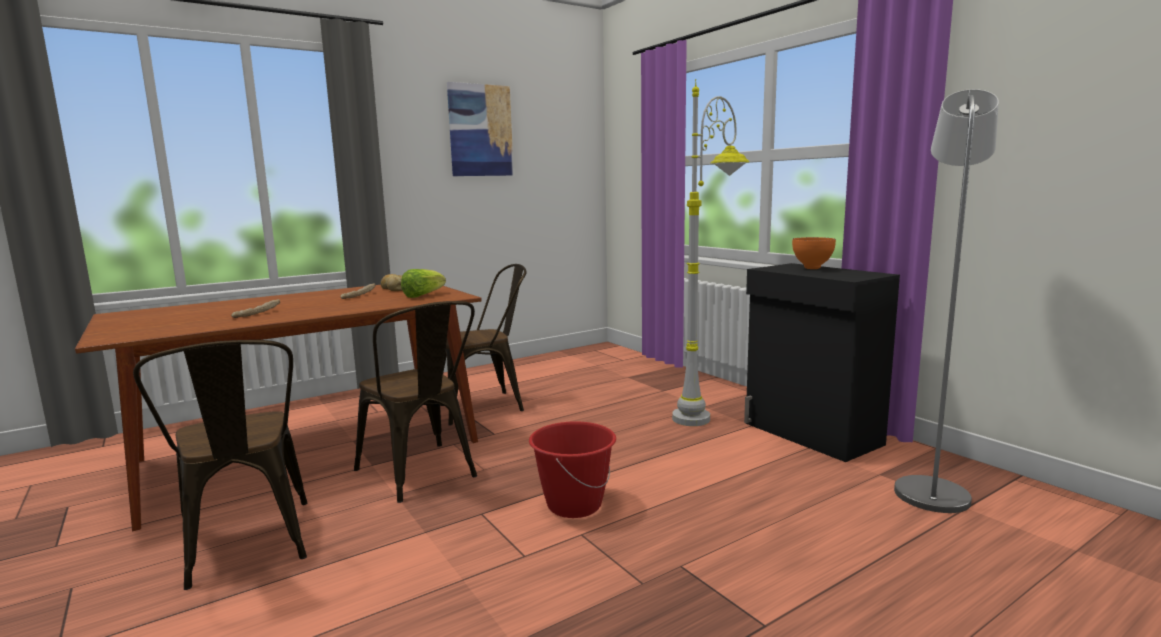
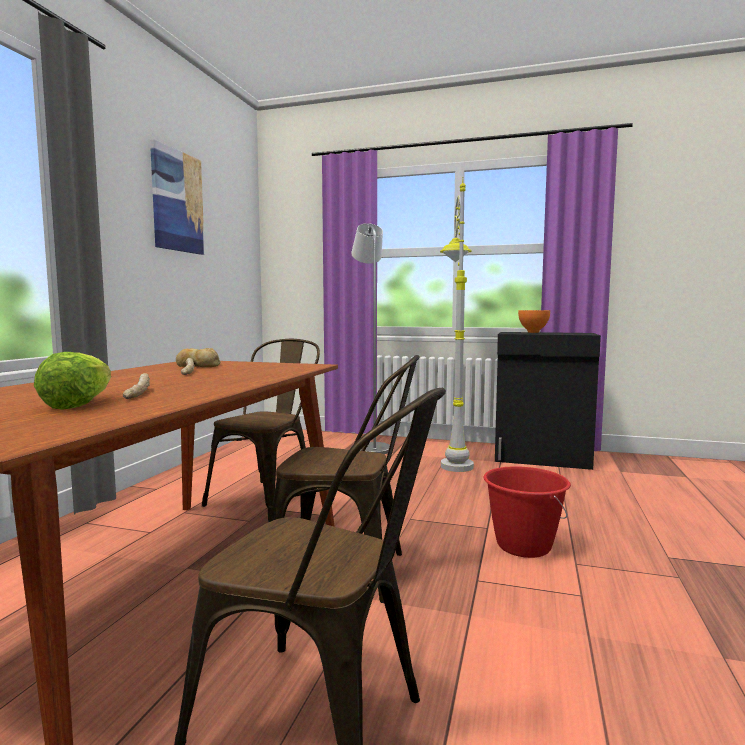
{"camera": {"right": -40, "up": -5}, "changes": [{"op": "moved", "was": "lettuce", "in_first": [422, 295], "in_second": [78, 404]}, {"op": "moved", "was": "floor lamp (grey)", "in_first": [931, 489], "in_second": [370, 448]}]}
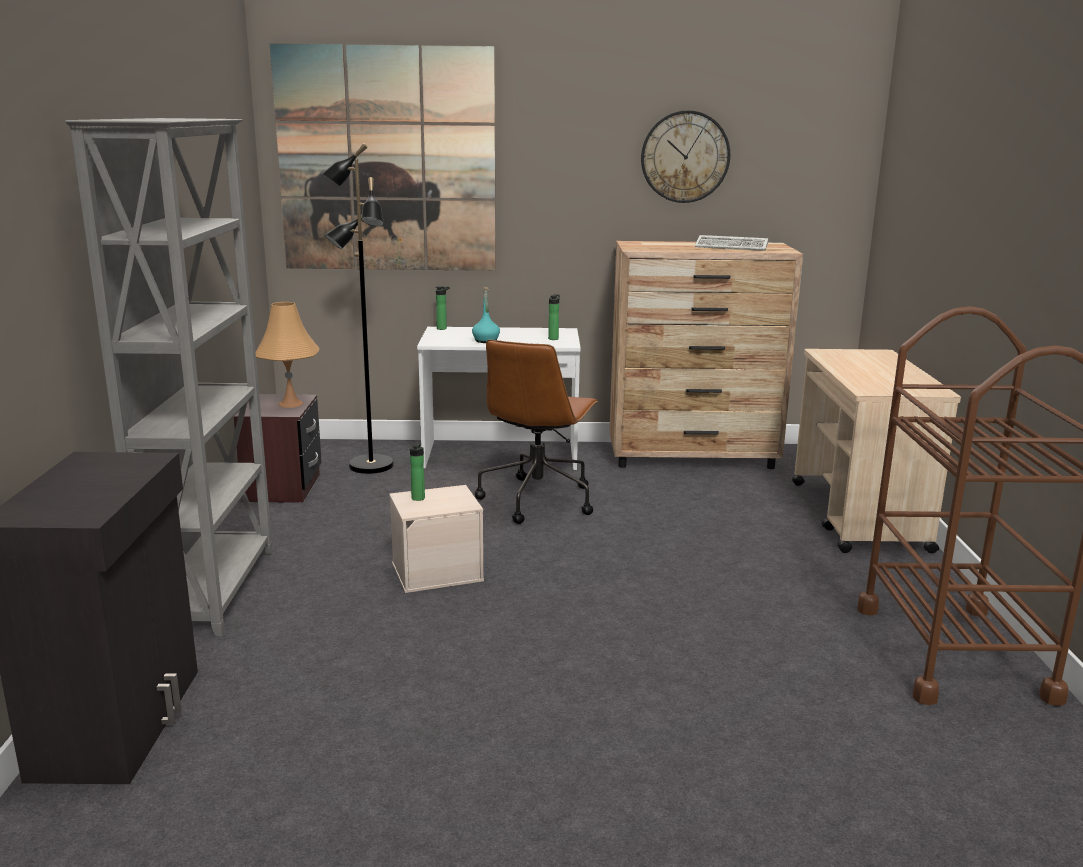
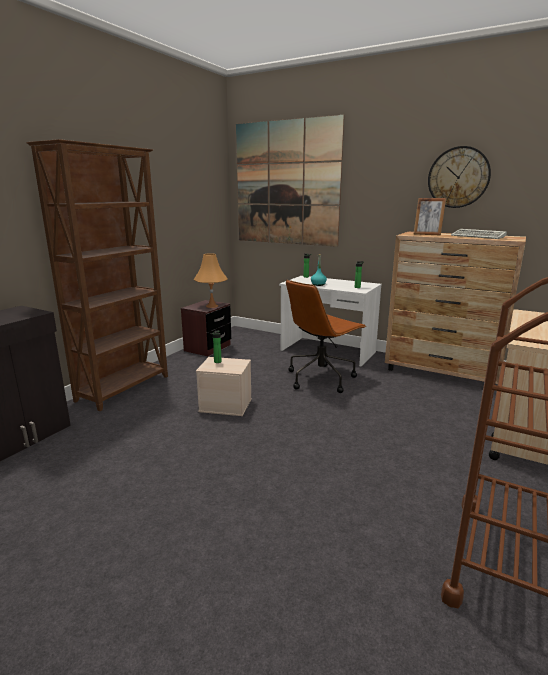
{"camera": {"right": 30, "up": 0}, "changes": [{"op": "recoloured", "was": "bookcase (grey)", "now": "bookcase (brown)", "in_first": [215, 589], "in_second": [125, 388]}, {"op": "added", "now": "picture frame", "in_second": [427, 234]}, {"op": "removed", "was": "floor lamp (black)", "in_first": [369, 466]}]}
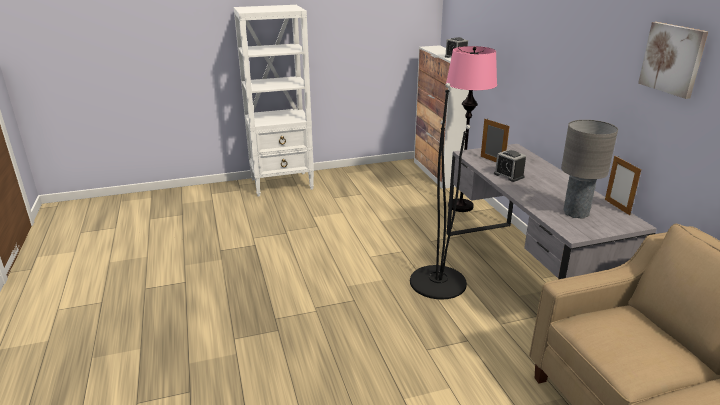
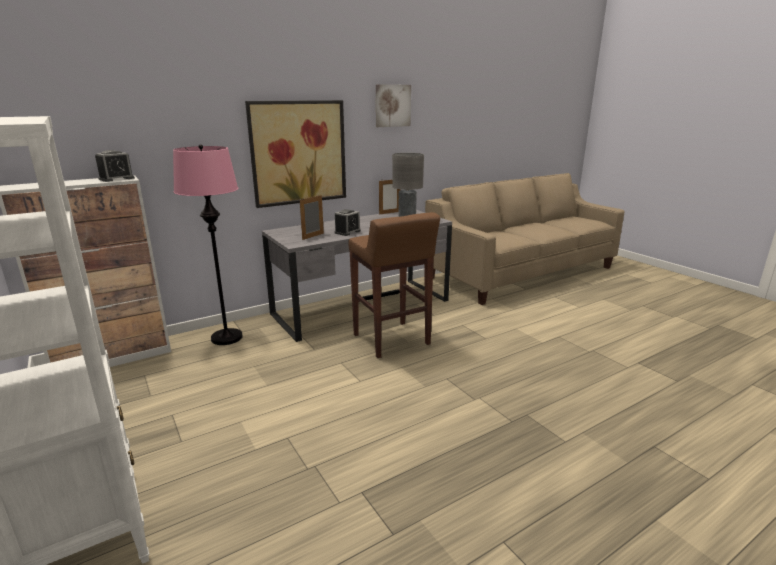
{"camera": {"right": -105, "up": -5}, "changes": [{"op": "added", "now": "picture", "in_second": [298, 153]}, {"op": "replaced", "was": "floor lamp (black)", "now": "stool (brown)", "in_first": [438, 282], "in_second": [391, 340]}]}
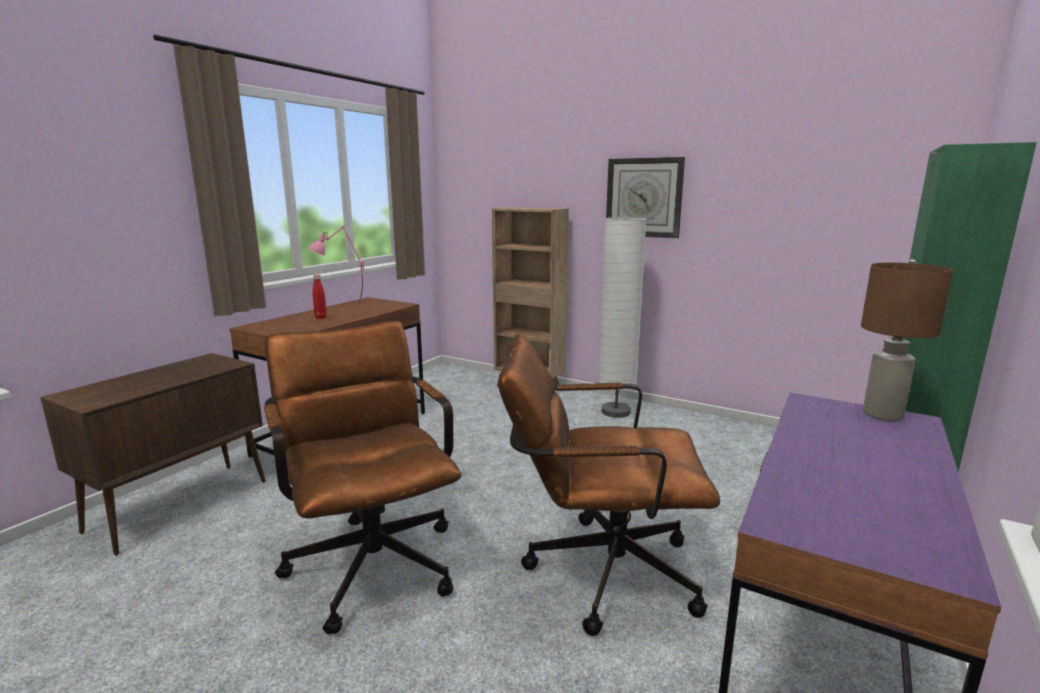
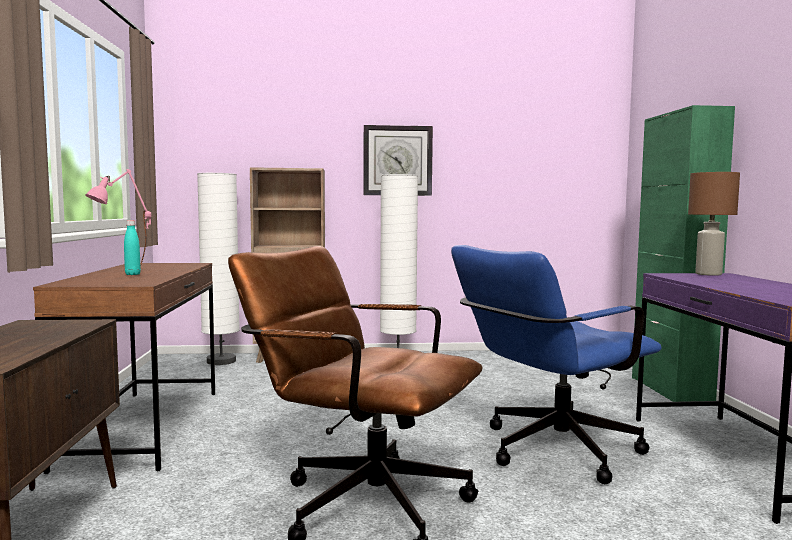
{"camera": {"right": -35, "up": -10}, "changes": [{"op": "recoloured", "was": "bottle (red)", "now": "bottle (turquoise)", "in_first": [321, 317], "in_second": [132, 274]}, {"op": "added", "now": "floor lamp (white)", "in_second": [221, 361]}, {"op": "recoloured", "was": "office chair (brown)", "now": "office chair (blue)", "in_first": [597, 571], "in_second": [548, 452]}]}
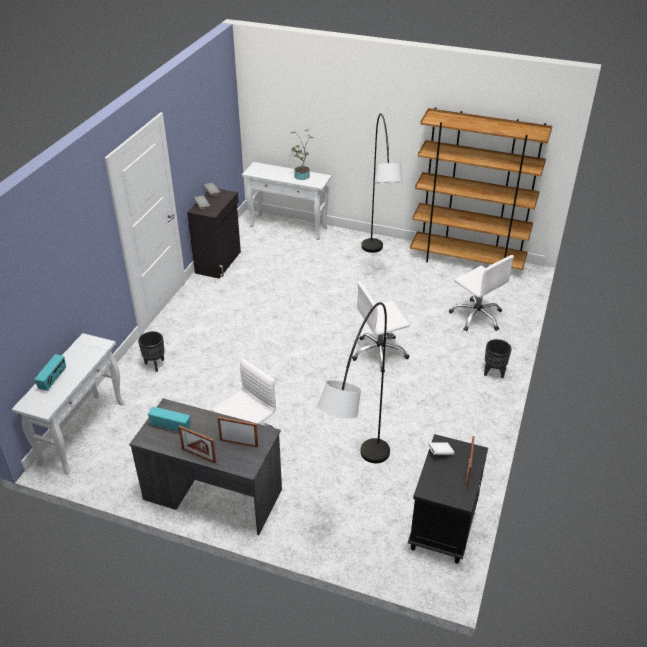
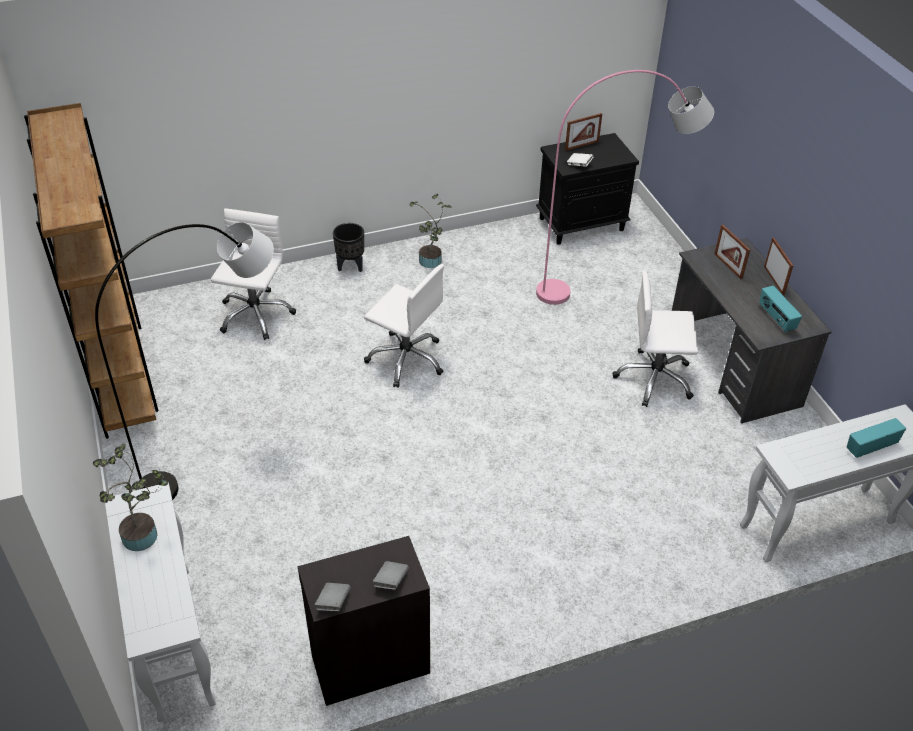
{"camera": {"right": -130, "up": 5}, "changes": [{"op": "added", "now": "potted plant", "in_second": [430, 262]}, {"op": "recoloured", "was": "floor lamp (grey)", "now": "floor lamp (pink)", "in_first": [355, 493], "in_second": [612, 282]}, {"op": "removed", "was": "planter (black)", "in_first": [155, 364]}]}
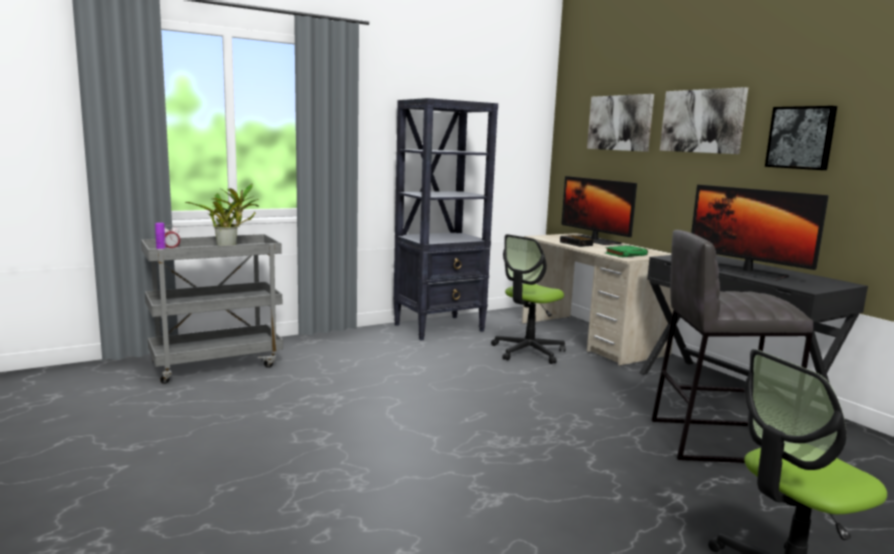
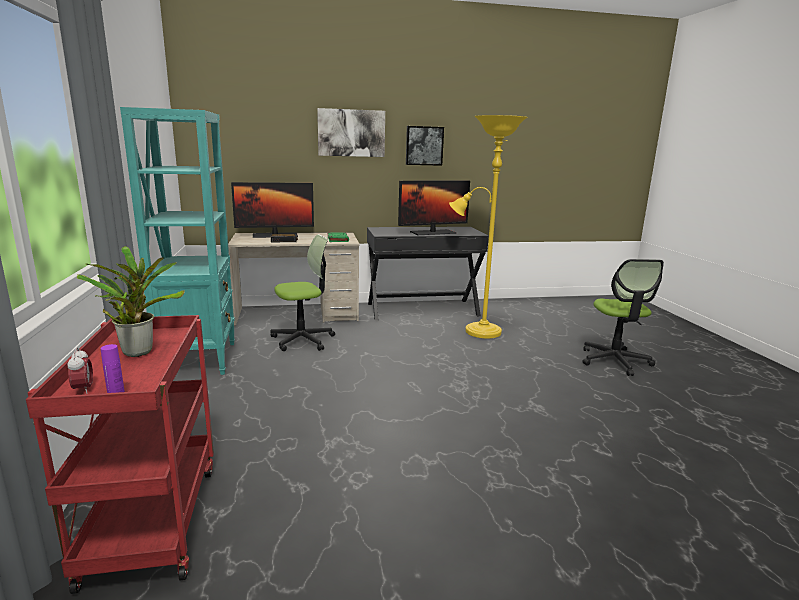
{"camera": {"right": -70, "up": 5}, "changes": [{"op": "recoloured", "was": "cart (grey)", "now": "cart (red)", "in_first": [217, 364], "in_second": [152, 520]}, {"op": "recoloured", "was": "bookcase (black)", "now": "bookcase (turquoise)", "in_first": [440, 328], "in_second": [199, 359]}, {"op": "turned", "was": "office chair", "in_first": [528, 352], "in_second": [303, 340], "clockwise": -90}, {"op": "replaced", "was": "stool (grey)", "now": "floor lamp (yellow)", "in_first": [714, 440], "in_second": [478, 331]}, {"op": "removed", "was": "picture", "in_first": [620, 123]}]}
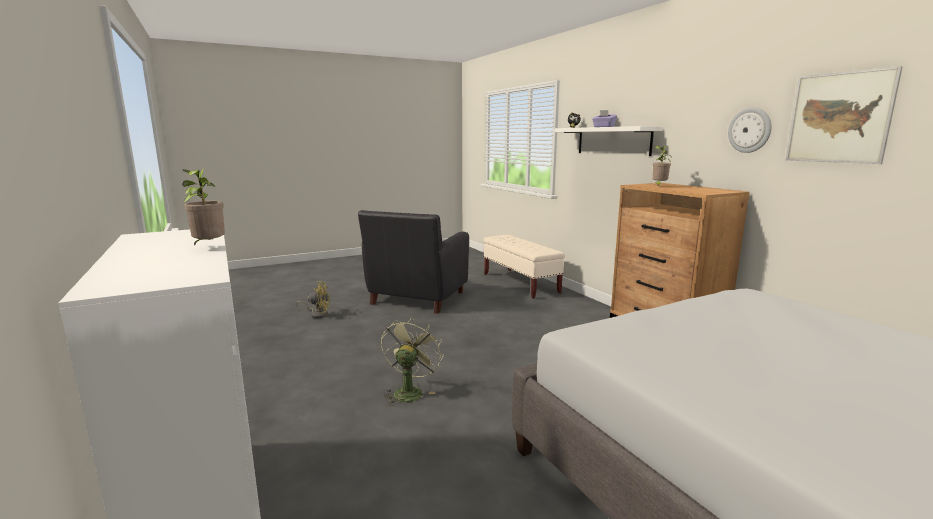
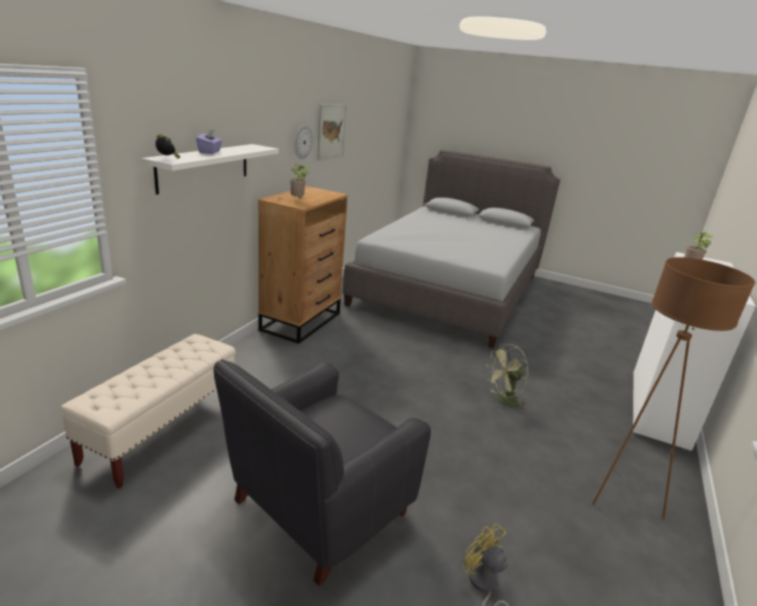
{"camera": {"right": -130, "up": 10}, "changes": [{"op": "turned", "was": "armchair (black)", "in_first": [417, 298], "in_second": [317, 508], "clockwise": 150}, {"op": "added", "now": "floor lamp (brown)", "in_second": [622, 495]}]}
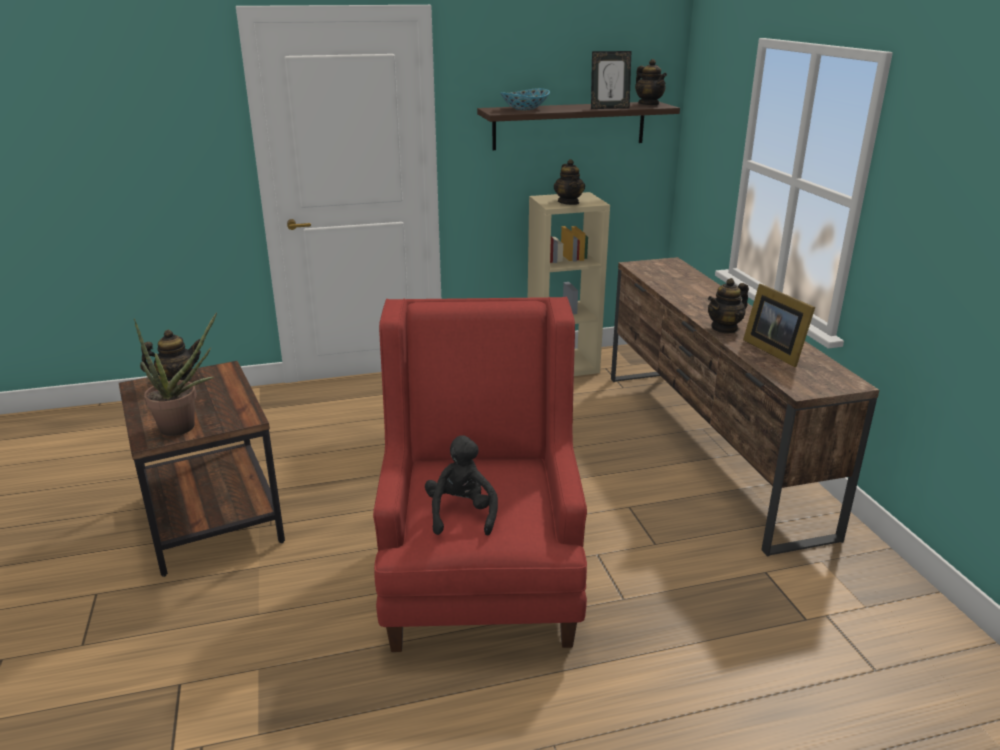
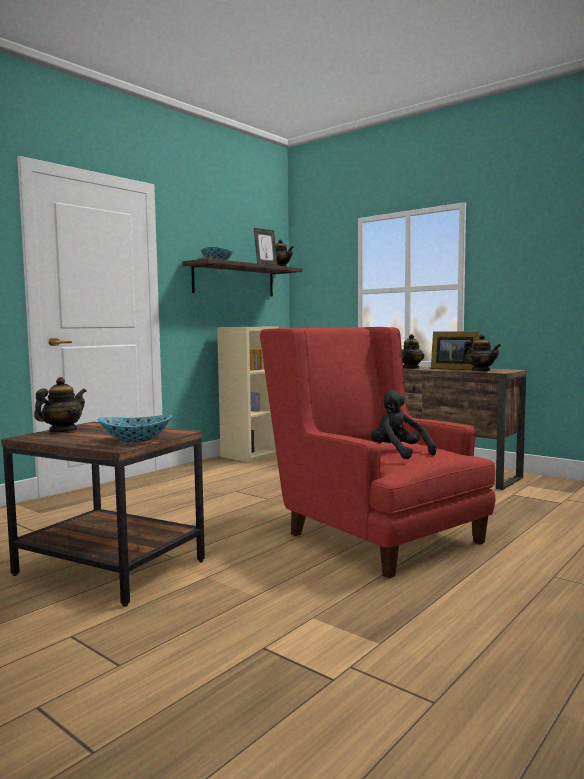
{"camera": {"right": -35, "up": -20}, "changes": [{"op": "replaced", "was": "potted plant", "now": "bowl", "in_first": [185, 428], "in_second": [136, 440]}, {"op": "moved", "was": "teapot", "in_first": [569, 202], "in_second": [481, 371]}]}
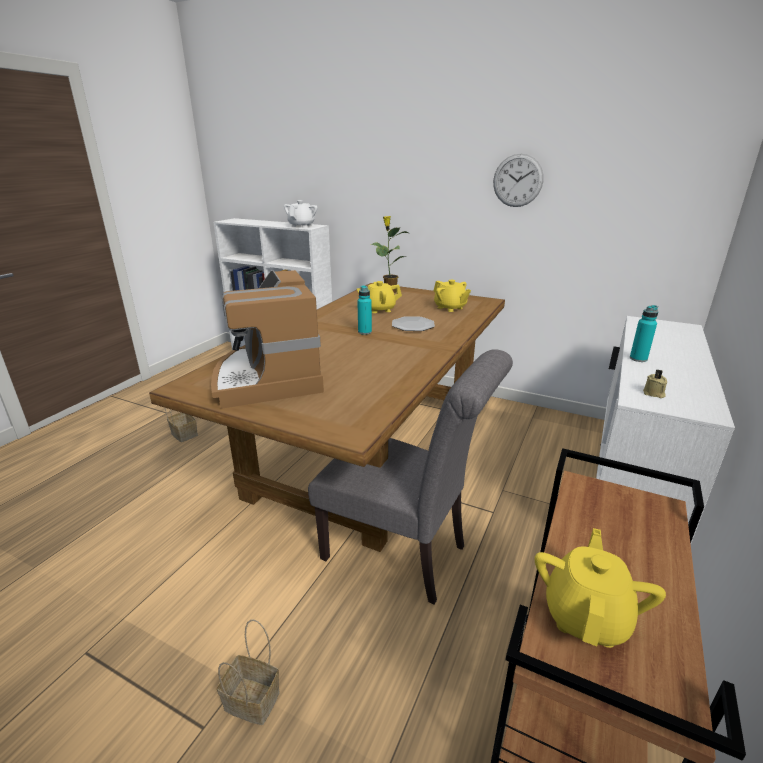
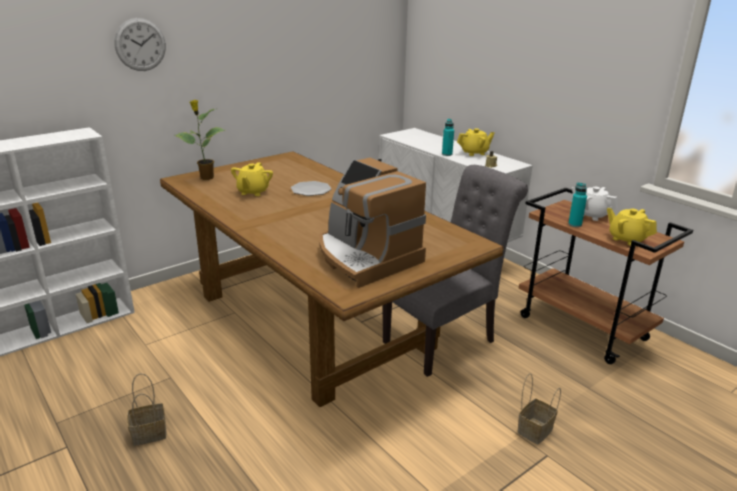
{"camera": {"right": -65, "up": 0}, "changes": [{"op": "moved", "was": "wall clock", "in_first": [517, 180], "in_second": [140, 44]}, {"op": "turned", "was": "coffee machine", "in_first": [268, 378], "in_second": [365, 257], "clockwise": 45}, {"op": "moved", "was": "teapot (yellow)", "in_first": [450, 308], "in_second": [474, 153]}, {"op": "moved", "was": "bottle (turquoise)", "in_first": [364, 332], "in_second": [575, 224]}, {"op": "moved", "was": "teapot (white)", "in_first": [301, 225], "in_second": [591, 215]}]}
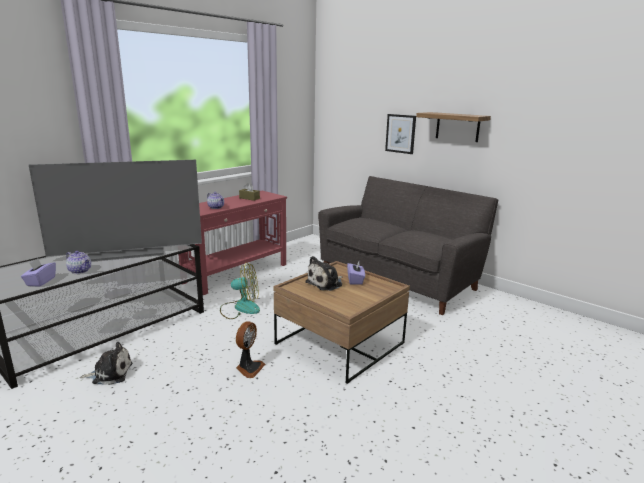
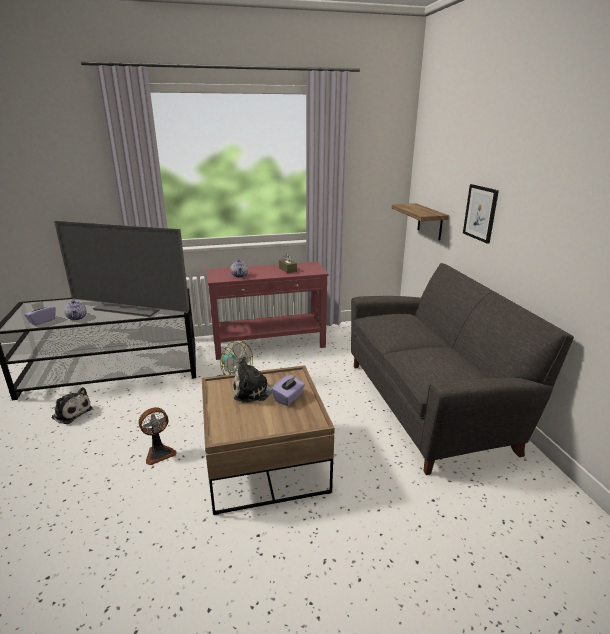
{"camera": {"right": 35, "up": 5}, "changes": [{"op": "moved", "was": "shelf", "in_first": [457, 127], "in_second": [430, 222]}]}
